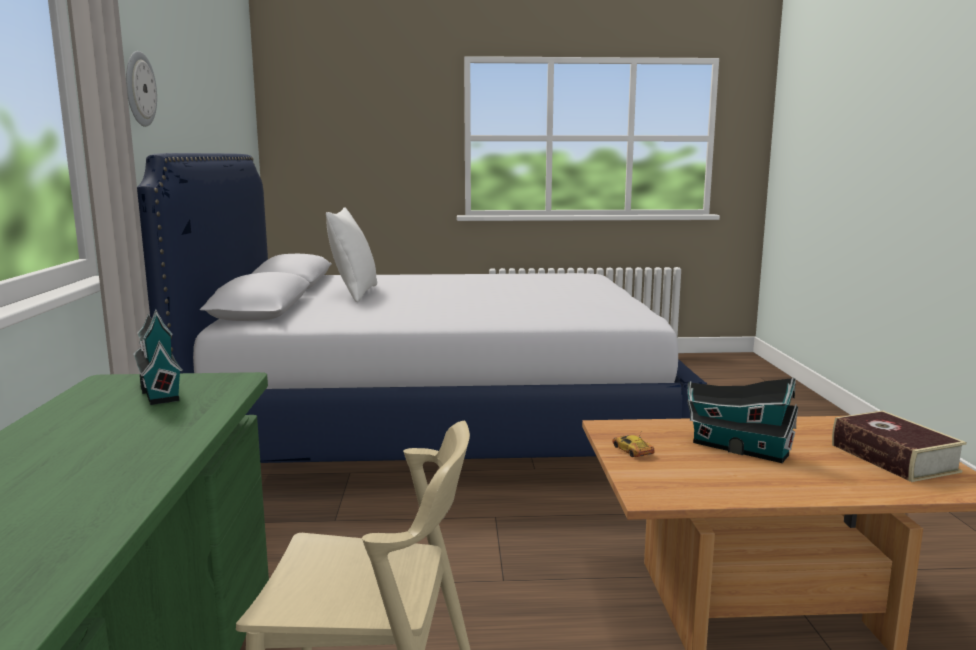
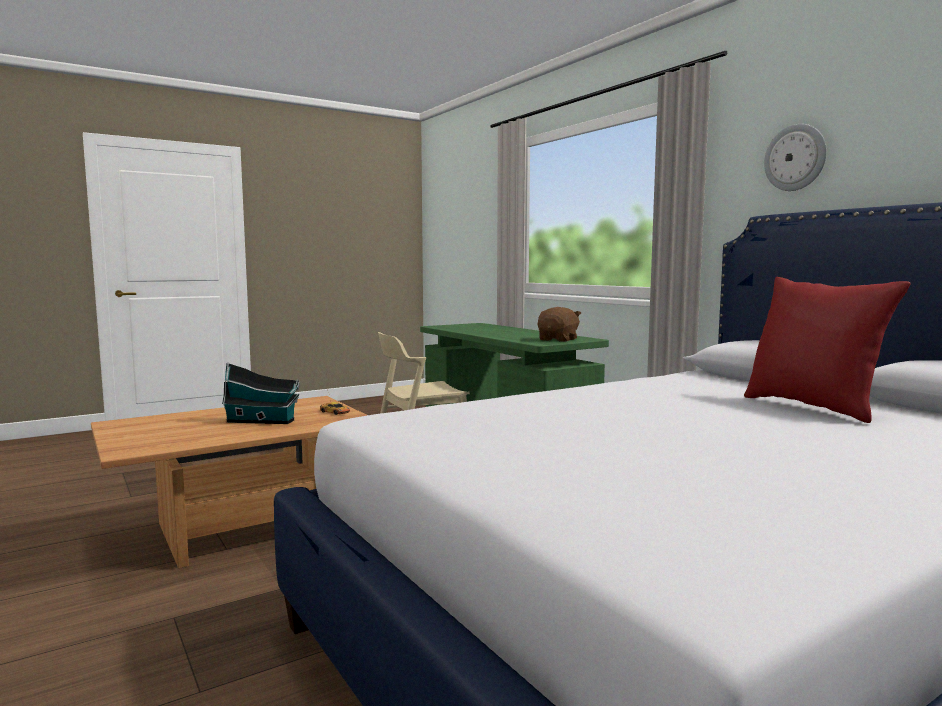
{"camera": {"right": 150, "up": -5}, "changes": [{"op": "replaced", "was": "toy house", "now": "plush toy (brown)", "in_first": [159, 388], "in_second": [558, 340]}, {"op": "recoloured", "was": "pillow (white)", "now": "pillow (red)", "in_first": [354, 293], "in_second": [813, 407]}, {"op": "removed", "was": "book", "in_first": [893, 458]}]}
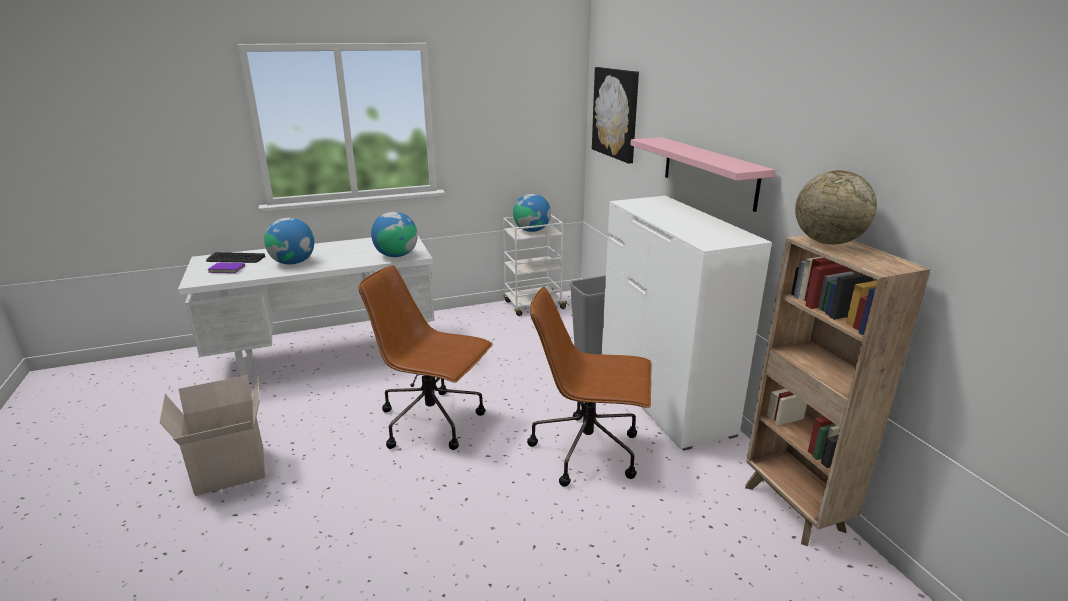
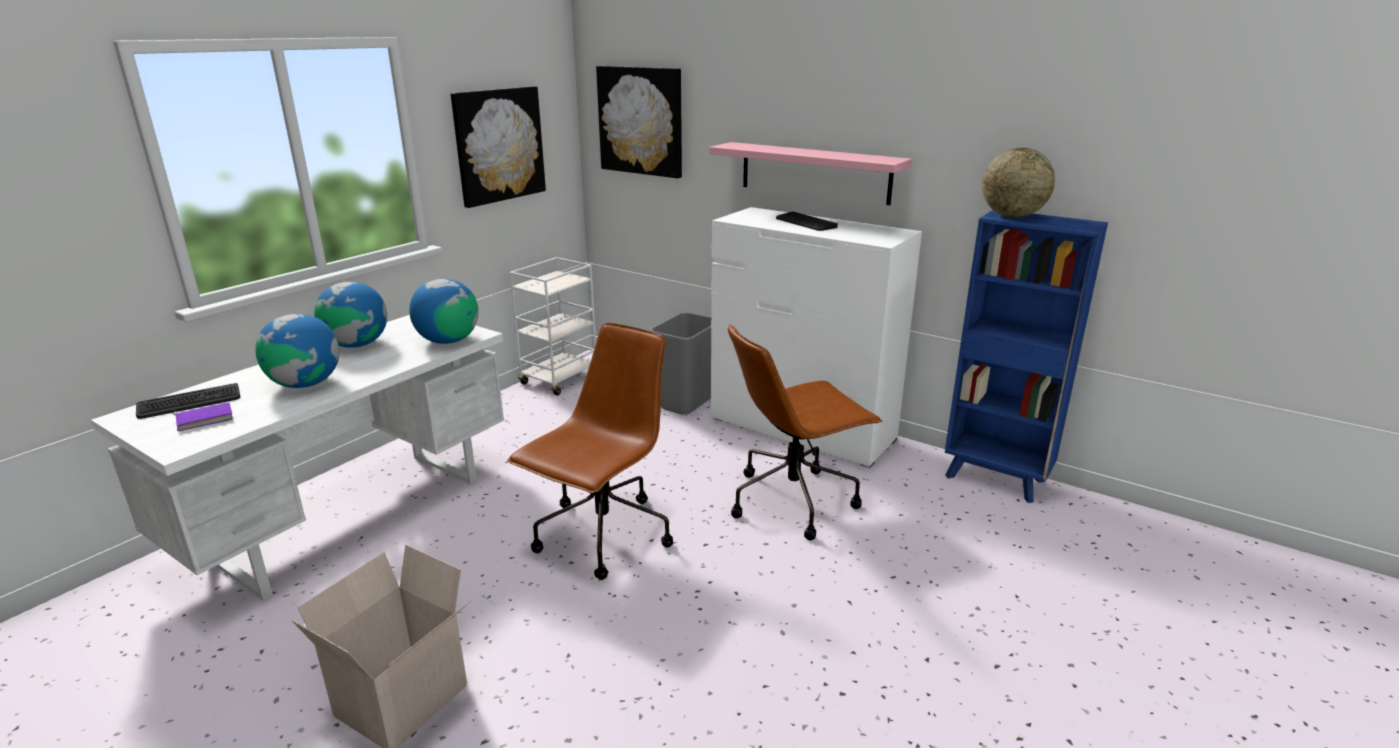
{"camera": {"right": -35, "up": 0}, "changes": [{"op": "moved", "was": "globe", "in_first": [531, 230], "in_second": [357, 344]}, {"op": "added", "now": "picture", "in_second": [499, 145]}, {"op": "turned", "was": "office chair (brown)", "in_first": [433, 422], "in_second": [602, 536], "clockwise": 135}, {"op": "added", "now": "keyboard", "in_second": [805, 222]}, {"op": "recoloured", "was": "bookcase (brown)", "now": "bookcase (blue)", "in_first": [794, 509], "in_second": [996, 479]}]}
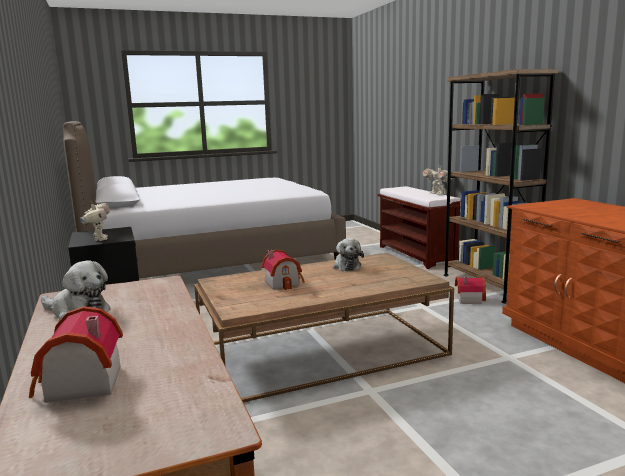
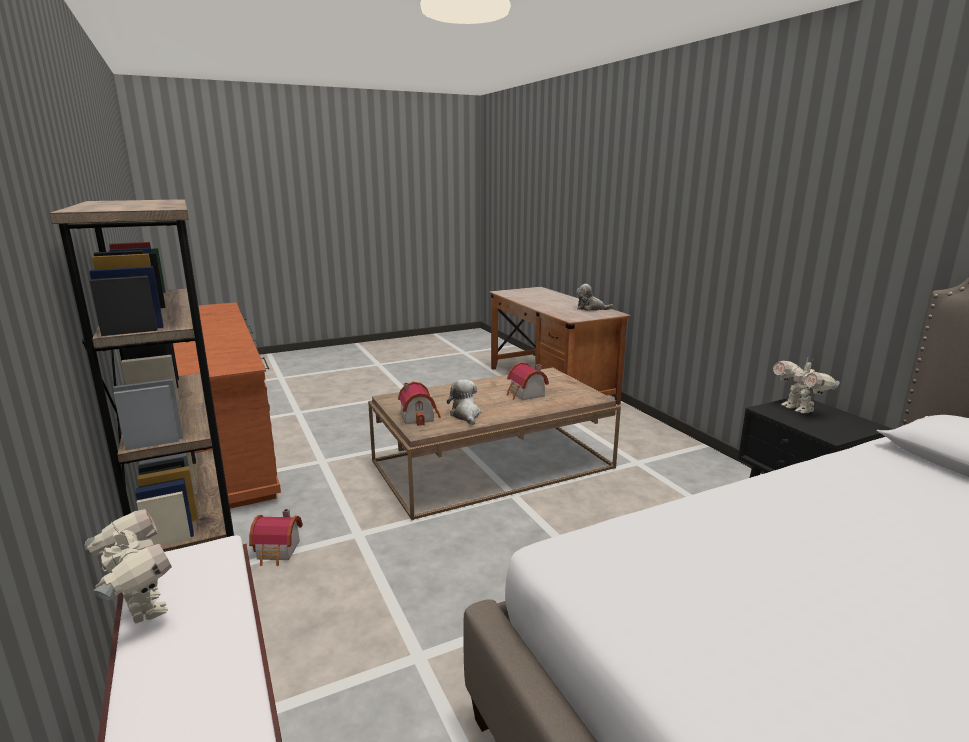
{"camera": {"right": 175, "up": 5}, "changes": [{"op": "moved", "was": "toy house", "in_first": [78, 385], "in_second": [419, 416]}]}
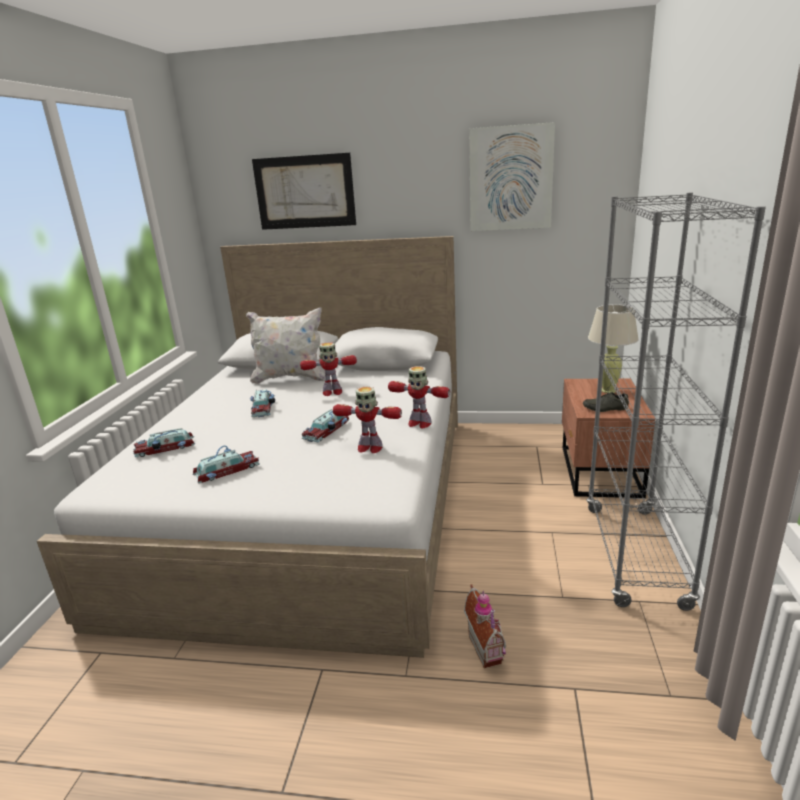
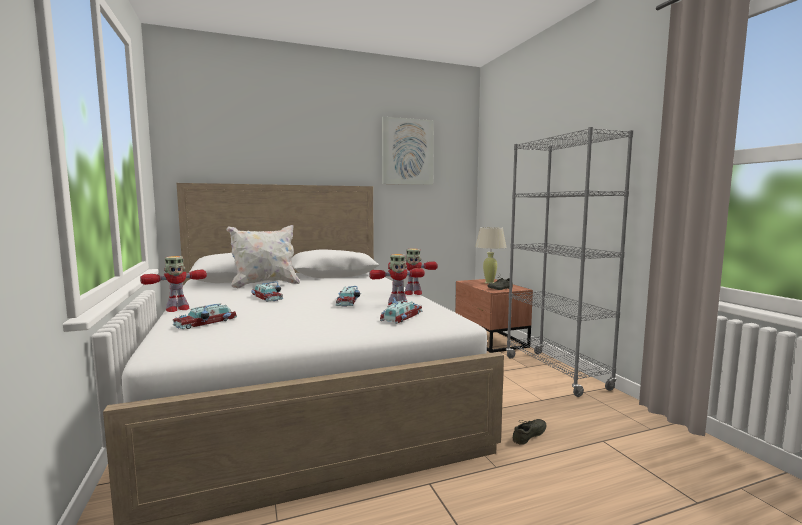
{"camera": {"right": -30, "up": -15}, "changes": [{"op": "moved", "was": "toy robot", "in_first": [332, 392], "in_second": [177, 309]}, {"op": "moved", "was": "toy car", "in_first": [226, 470], "in_second": [400, 317]}, {"op": "replaced", "was": "toy house", "now": "shoe (grey)", "in_first": [488, 648], "in_second": [531, 436]}, {"op": "removed", "was": "picture", "in_first": [304, 192]}]}
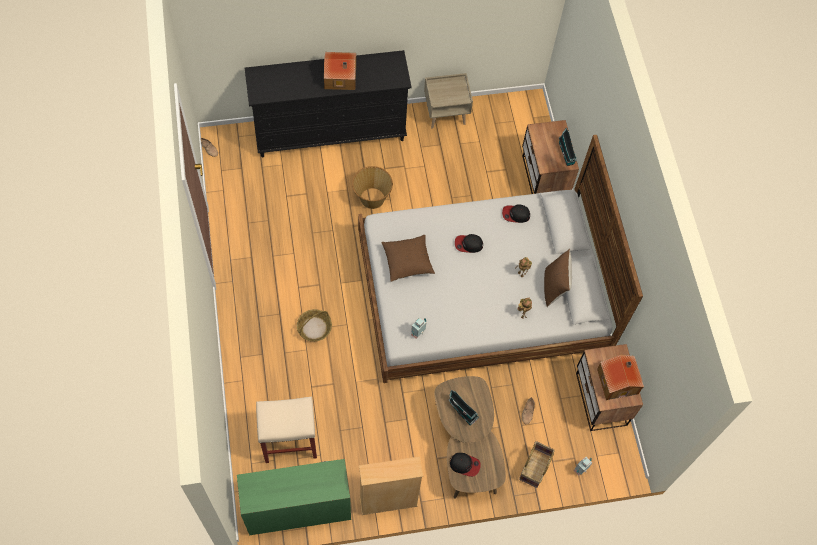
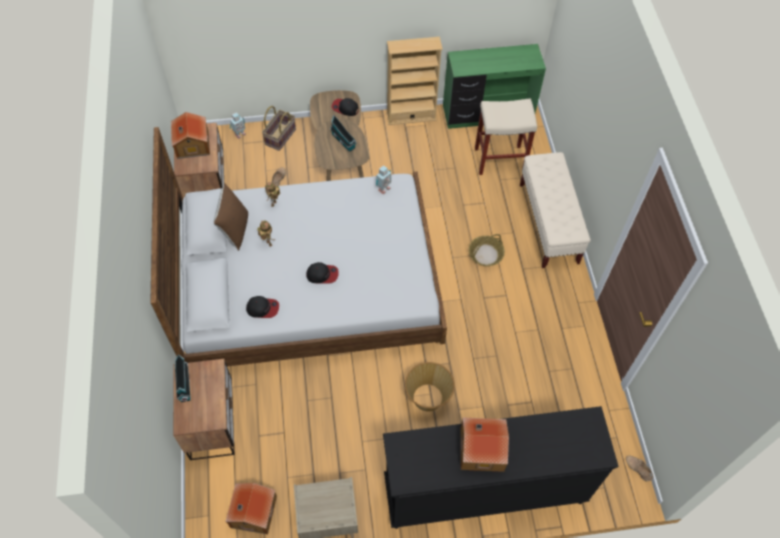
{"camera": {"right": -175, "up": -5}, "changes": [{"op": "added", "now": "toy house", "in_second": [252, 512]}, {"op": "added", "now": "bench (beige)", "in_second": [548, 223]}, {"op": "removed", "was": "pillow (brown)", "in_first": [407, 262]}]}
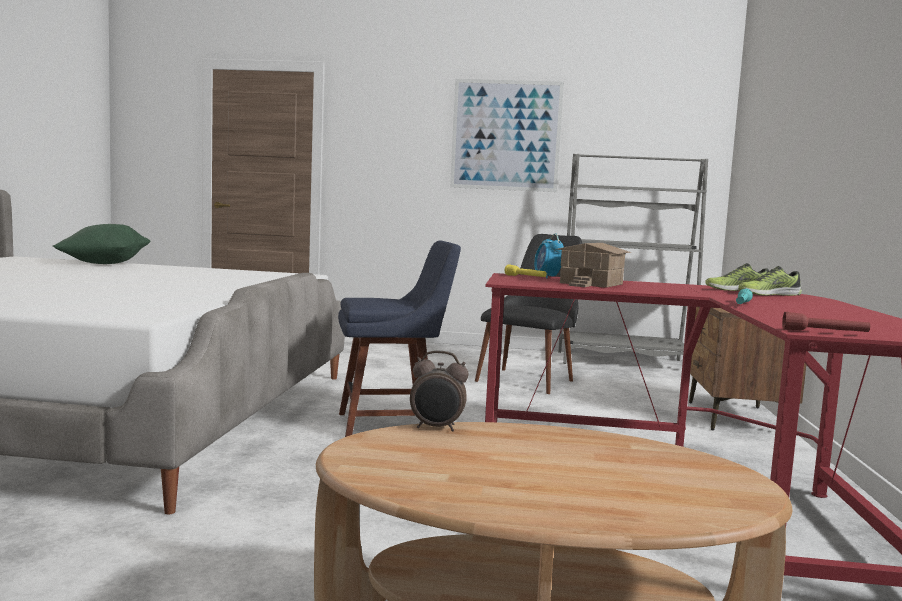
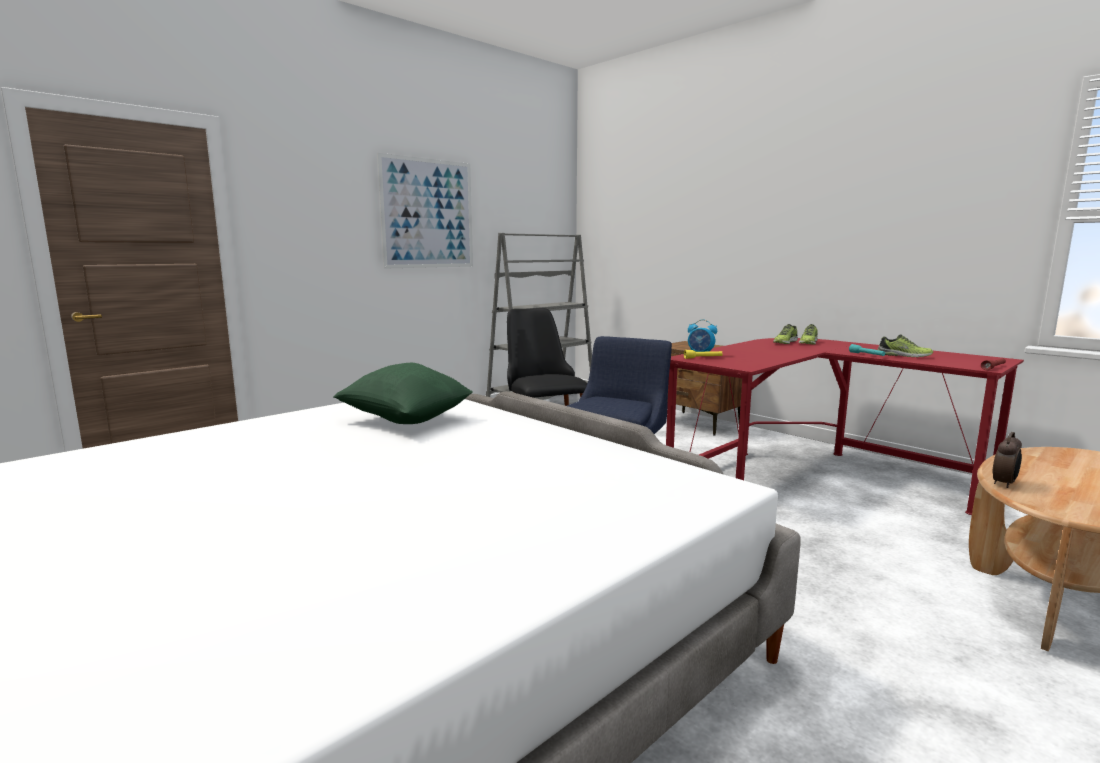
{"camera": {"right": -50, "up": 5}, "changes": [{"op": "moved", "was": "pillow (green)", "in_first": [105, 263], "in_second": [406, 420]}, {"op": "added", "now": "shoe", "in_second": [904, 355]}, {"op": "removed", "was": "toy house", "in_first": [593, 283]}]}
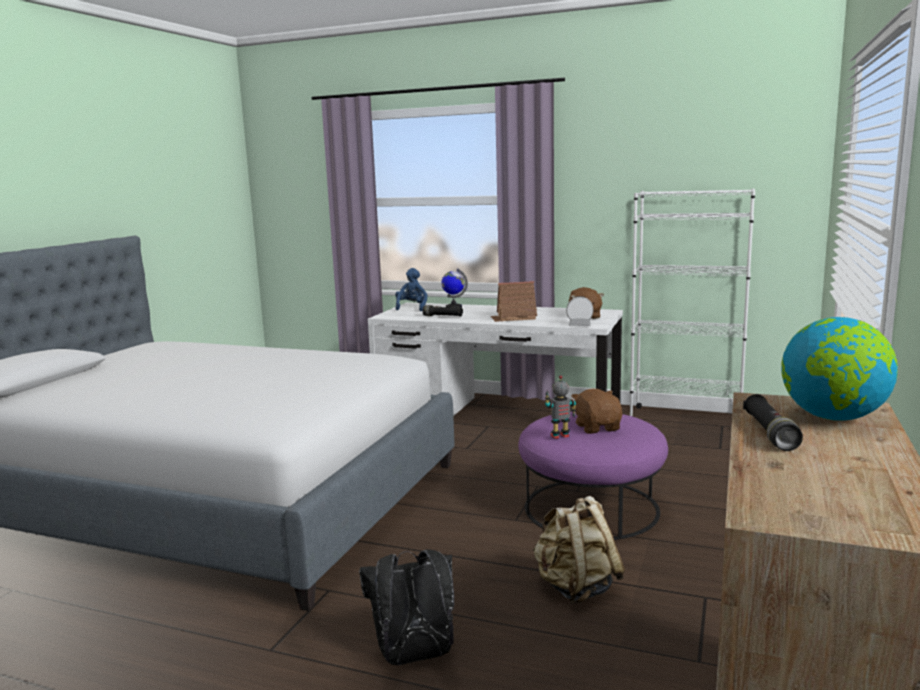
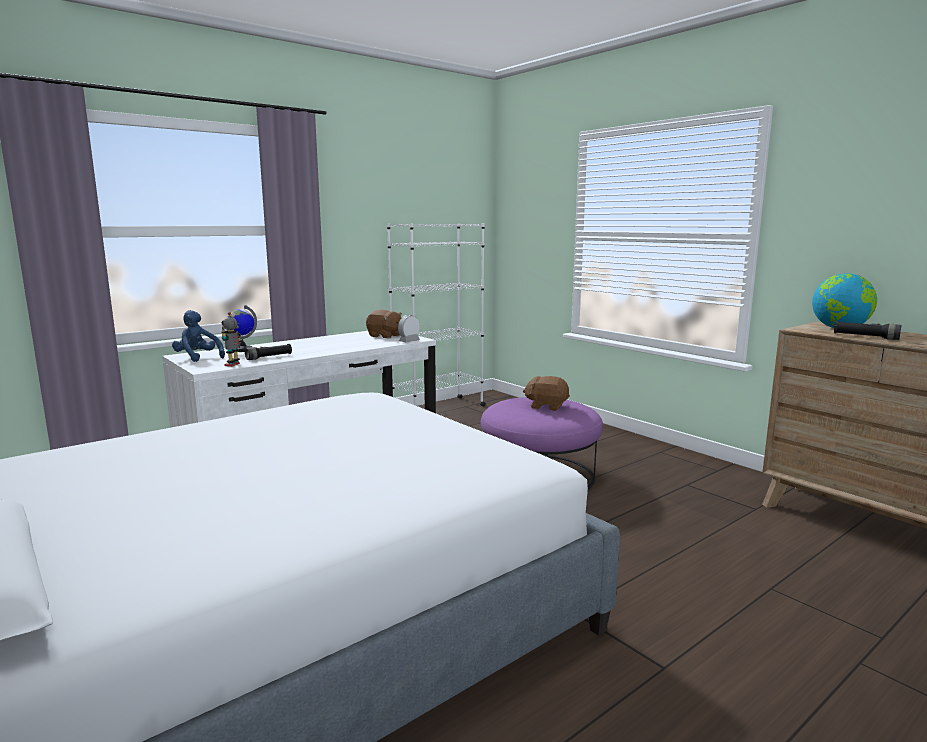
{"camera": {"right": -60, "up": 0}, "changes": [{"op": "moved", "was": "toy robot", "in_first": [560, 436], "in_second": [233, 365]}, {"op": "removed", "was": "backpack (black)", "in_first": [414, 657]}, {"op": "removed", "was": "toy house", "in_first": [514, 318]}, {"op": "removed", "was": "backpack (beige)", "in_first": [576, 588]}]}
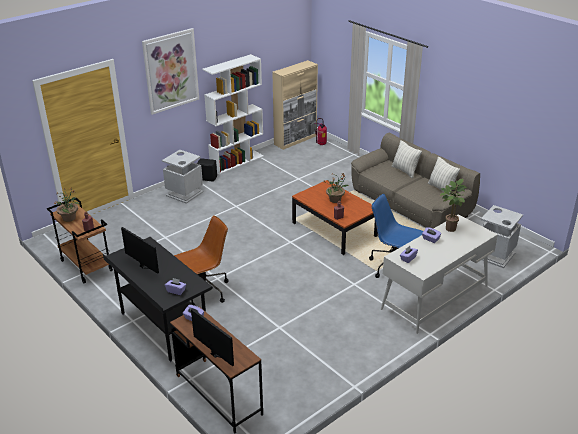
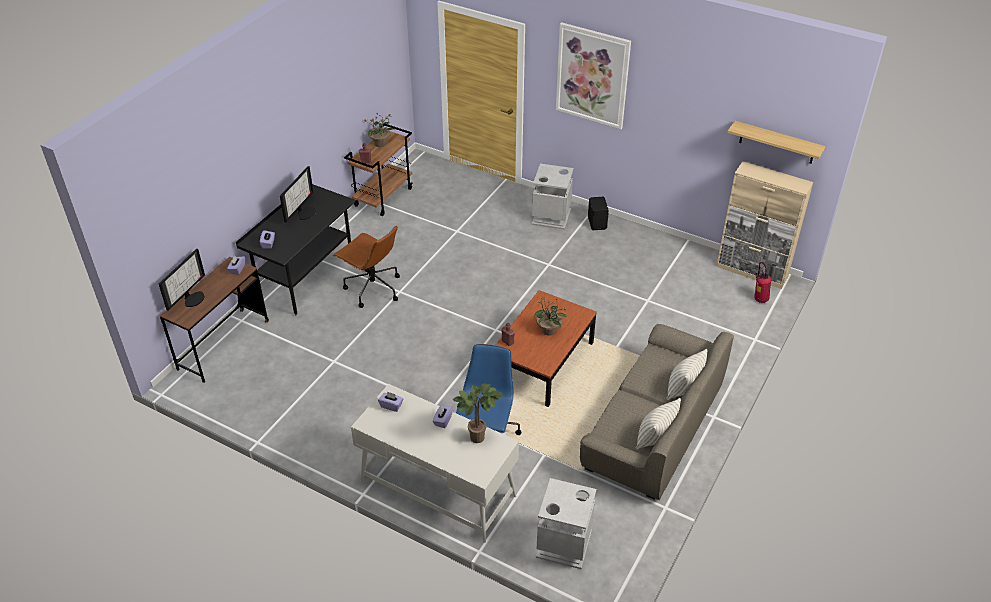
{"camera": {"right": 70, "up": 10}, "changes": [{"op": "added", "now": "shelf", "in_second": [777, 143]}, {"op": "removed", "was": "bookcase (white)", "in_first": [237, 162]}]}
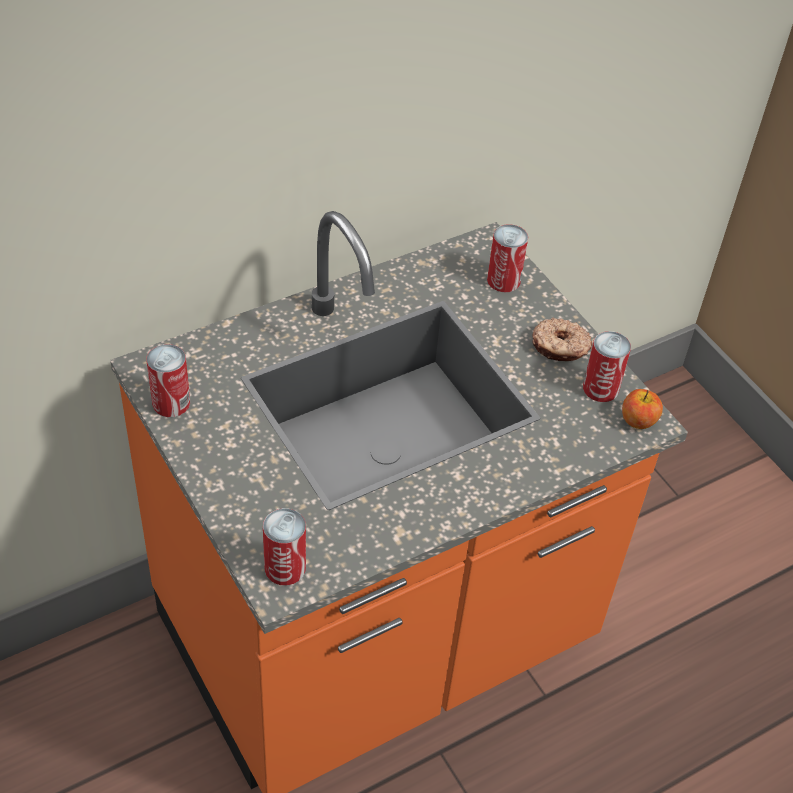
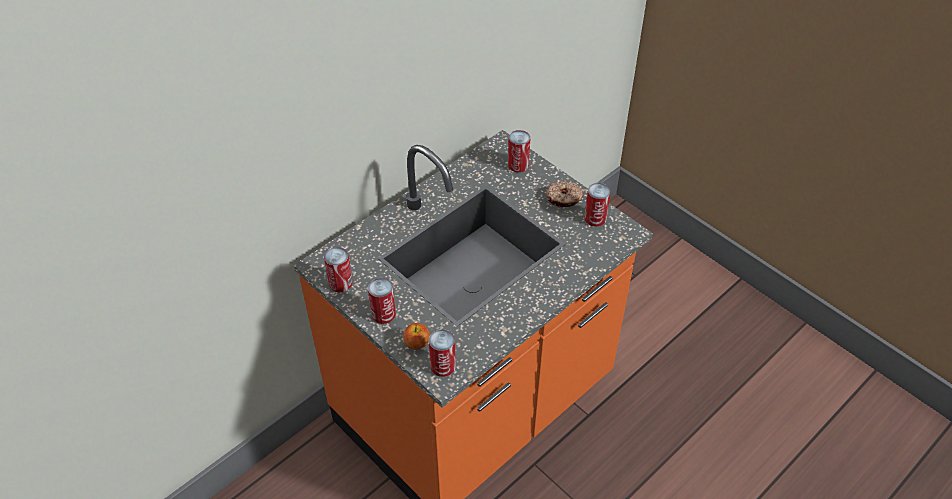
{"camera": {"right": -10, "up": 0}, "changes": [{"op": "added", "now": "can", "in_second": [383, 314]}, {"op": "moved", "was": "apple", "in_first": [638, 421], "in_second": [417, 343]}]}
